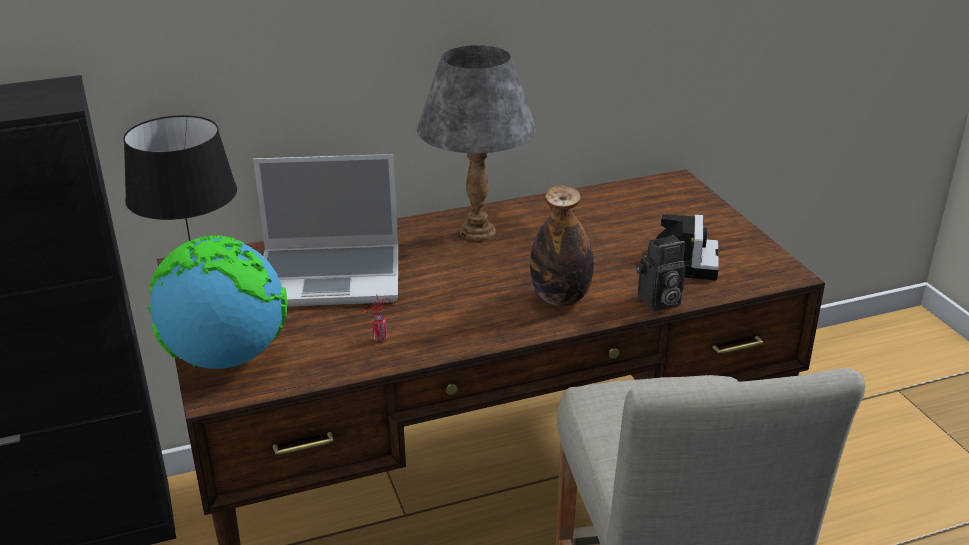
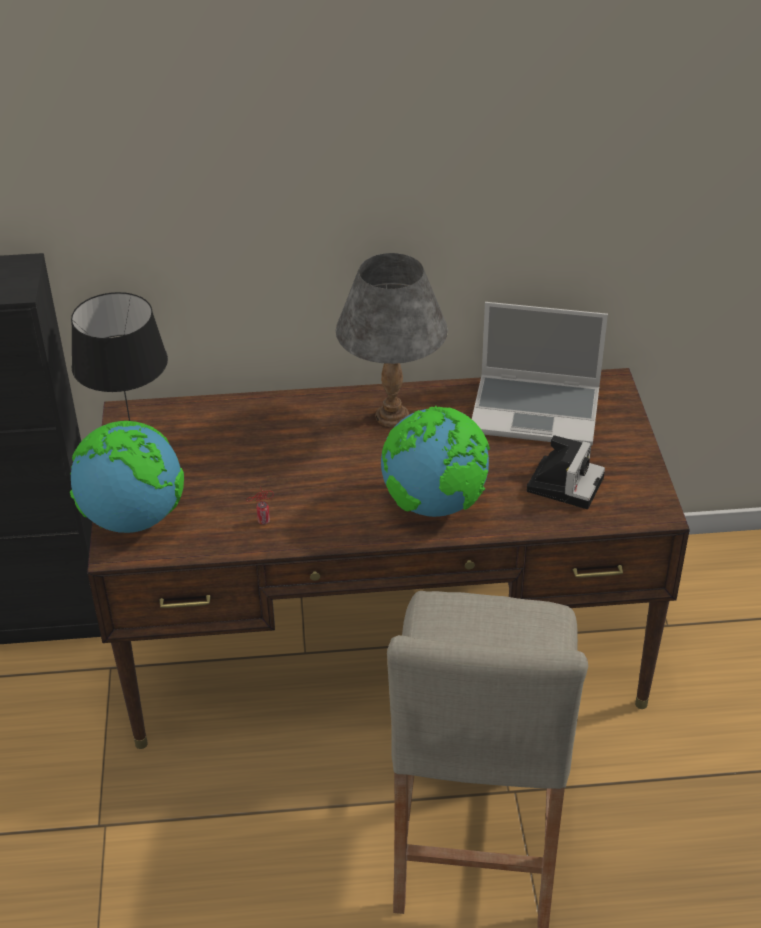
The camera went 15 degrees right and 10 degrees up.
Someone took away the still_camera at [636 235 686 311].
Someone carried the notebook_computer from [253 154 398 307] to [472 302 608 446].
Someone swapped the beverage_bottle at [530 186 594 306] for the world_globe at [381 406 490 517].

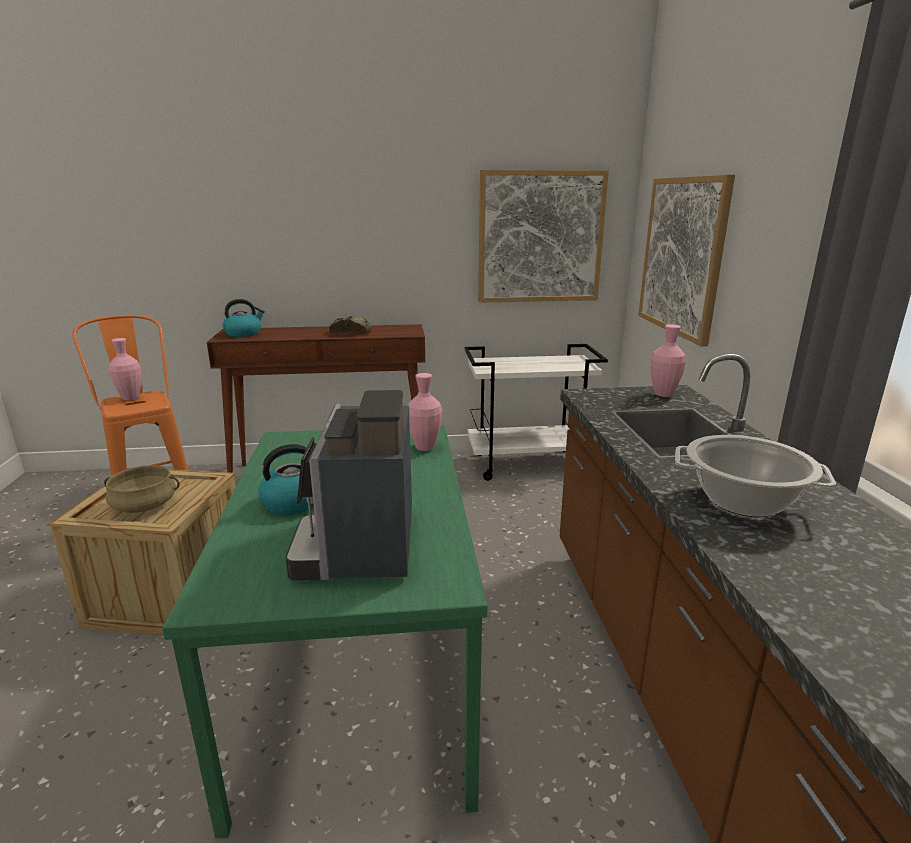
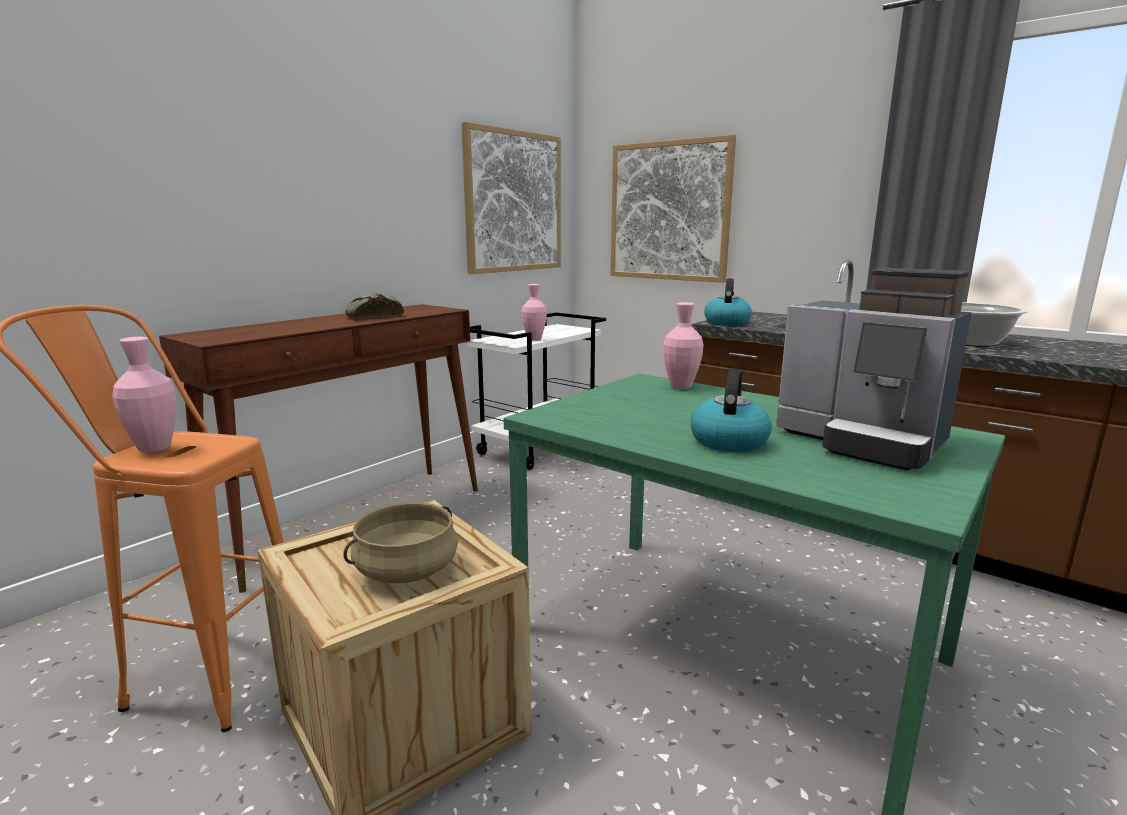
The camera went 45 degrees left and 5 degrees down.
Someone carried the water_kettle from [223 299 265 337] to [704 278 752 326].
Someone carried the pink_vase from [650 324 686 397] to [521 284 547 340].

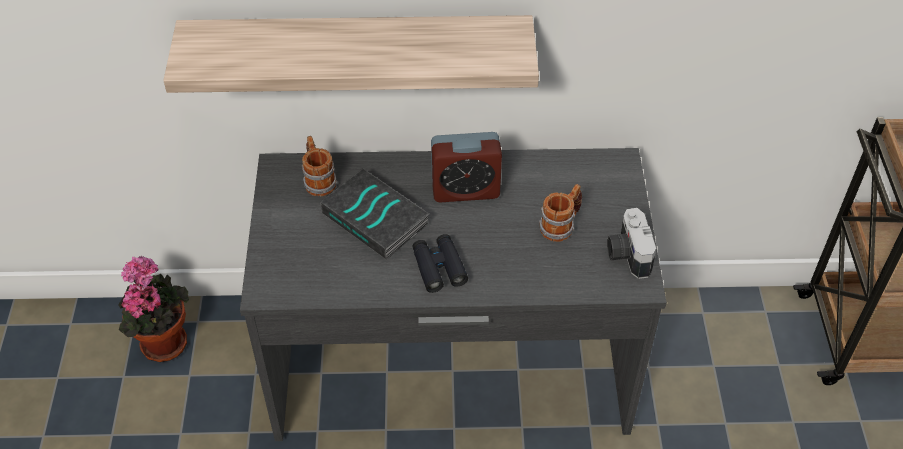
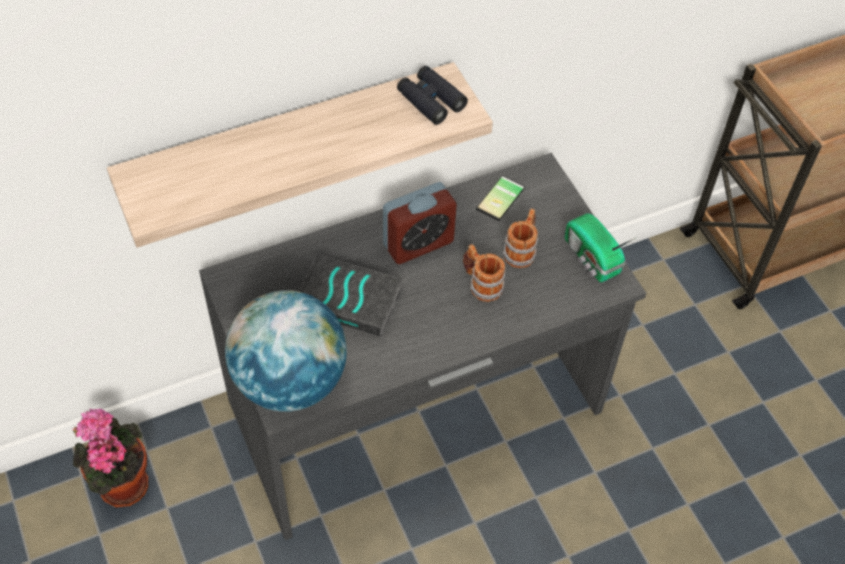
The camera went 25 degrees left and 5 degrees up.
Someone put down the world_globe at [225 290 347 412].
Someone put down the phone at [476 175 525 221].
Someone carried the coffee_mug from [302 136 337 196] to [463 244 505 302].
Someone carried the black_binoculars from [412 234 468 293] to [397 66 468 125].
Someone swapped the still_camera at [607 208 656 279] for the radio at [565 213 636 282].

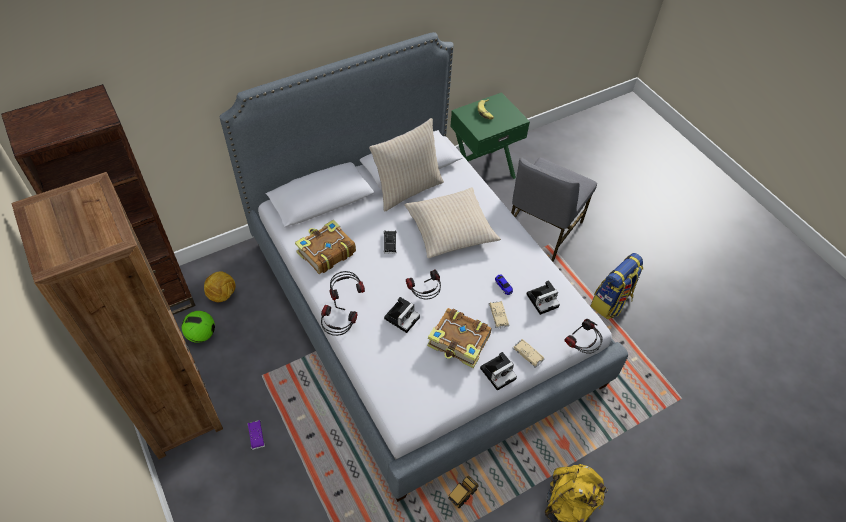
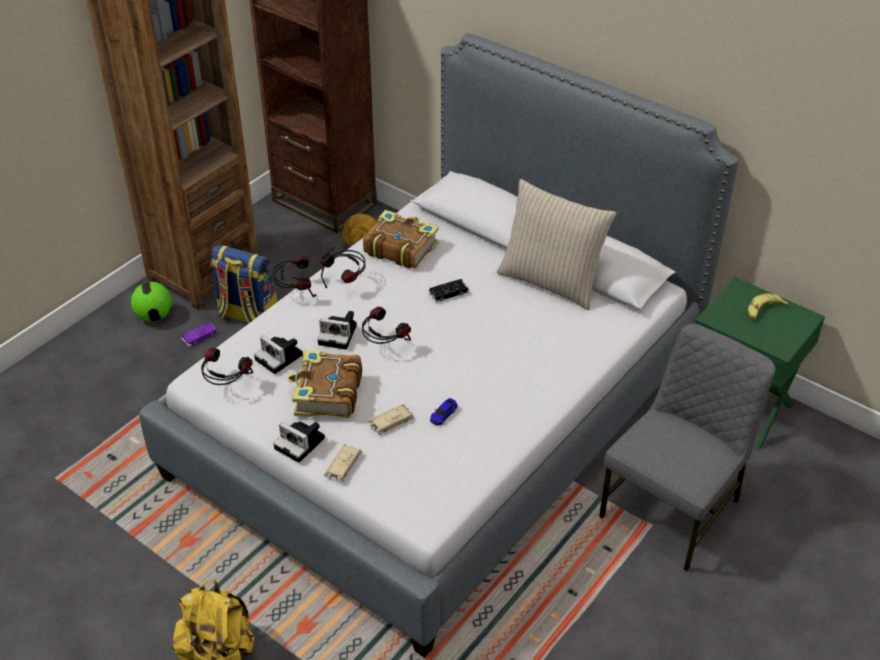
The camera went 70 degrees right and 10 degrees down.
Someone took away the sand-coloured_throw_pillow at [404 187 501 258].
Someone took away the model_truck at [448 476 479 509].
Someone carried the football from [182 311 215 343] to [131 282 172 322].
Someone carried the still_camera from [527 280 560 315] to [254 335 303 374].
Someone carried the headset from [564 319 603 353] to [201 348 253 385].
Someone carried the knapsack from [590 253 643 319] to [211 244 277 323].
Someone rotated the greyish_plain_chair at [511 158 597 261] by 120 degrees clockwise.

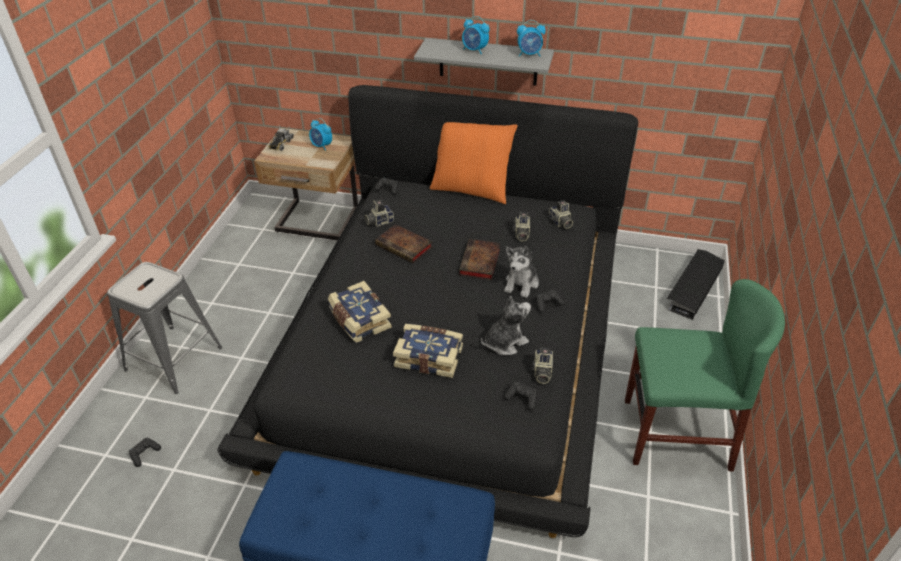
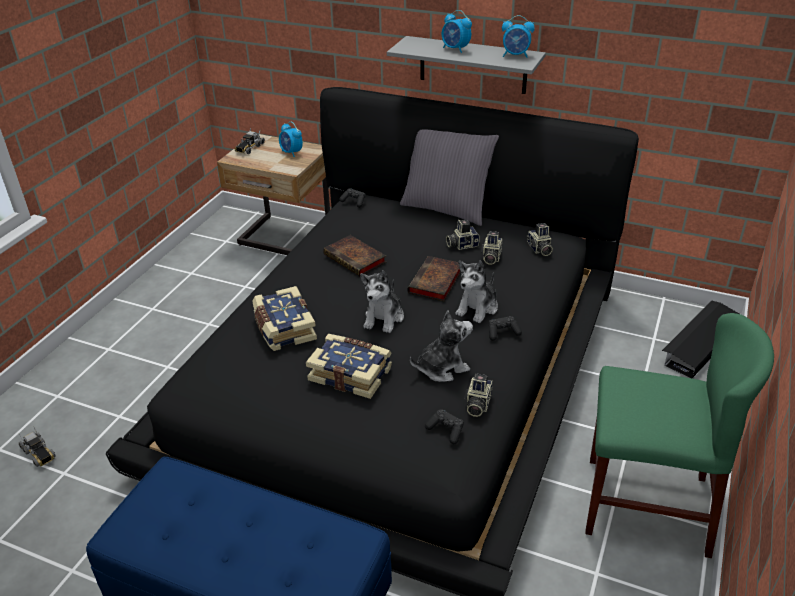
The camera went 10 degrees right and 5 degrees down.
Someone took away the greyish_stool_seat at [107 262 222 394].
Someone put down the cuddly_toy at [360 270 404 333].
Someone carried the still_camera from [365 200 394 227] to [446 220 480 250].
Someone swapped the black_gamepad at [129 438 161 467] for the model_truck at [19 426 56 467].
Someone repainted the orangey_throw_pillow at [430 122 518 204], which became the greyish_throw_pillow at [400 129 499 226].

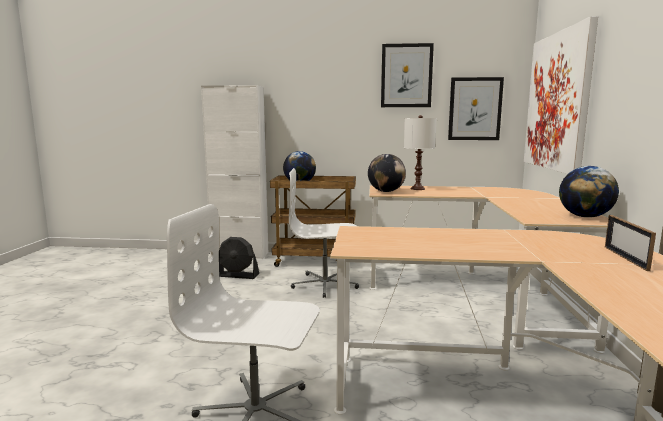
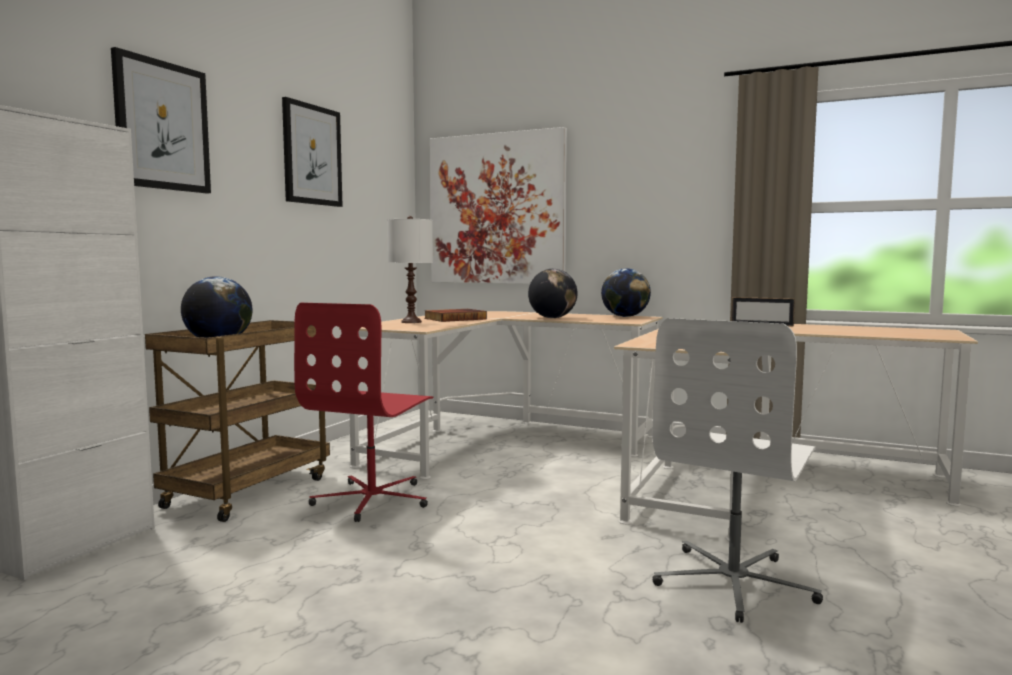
The camera went 70 degrees left and 5 degrees down.
Someone took away the black_cooling_fan at [219 237 259 279].
Someone put down the bound_book at [424 309 487 322].
Someone carried the world_globe from [368 154 406 192] to [528 269 578 318].
Someone carried the wall_picture from [448 77 504 140] to [111 47 211 193].
Someone repainted the whitish_office_chair at [289 168 359 298], which became the red-coloured_office_chair at [294 303 433 522].

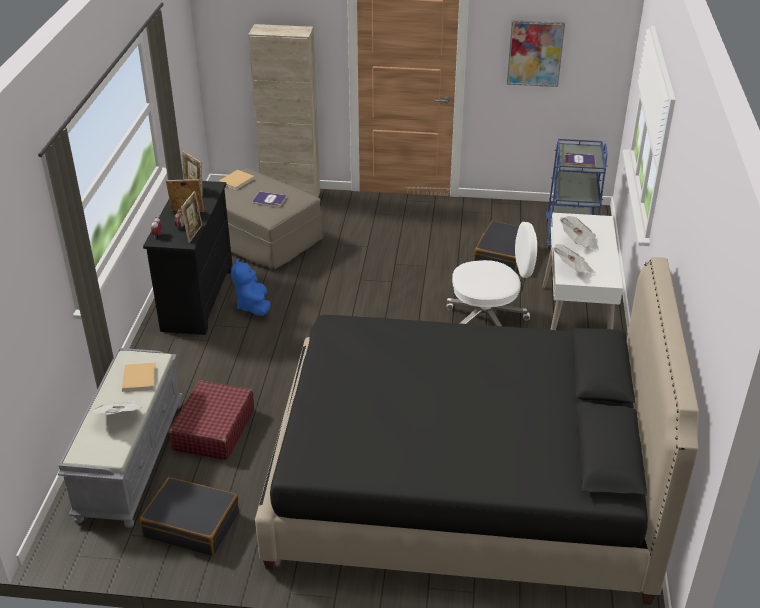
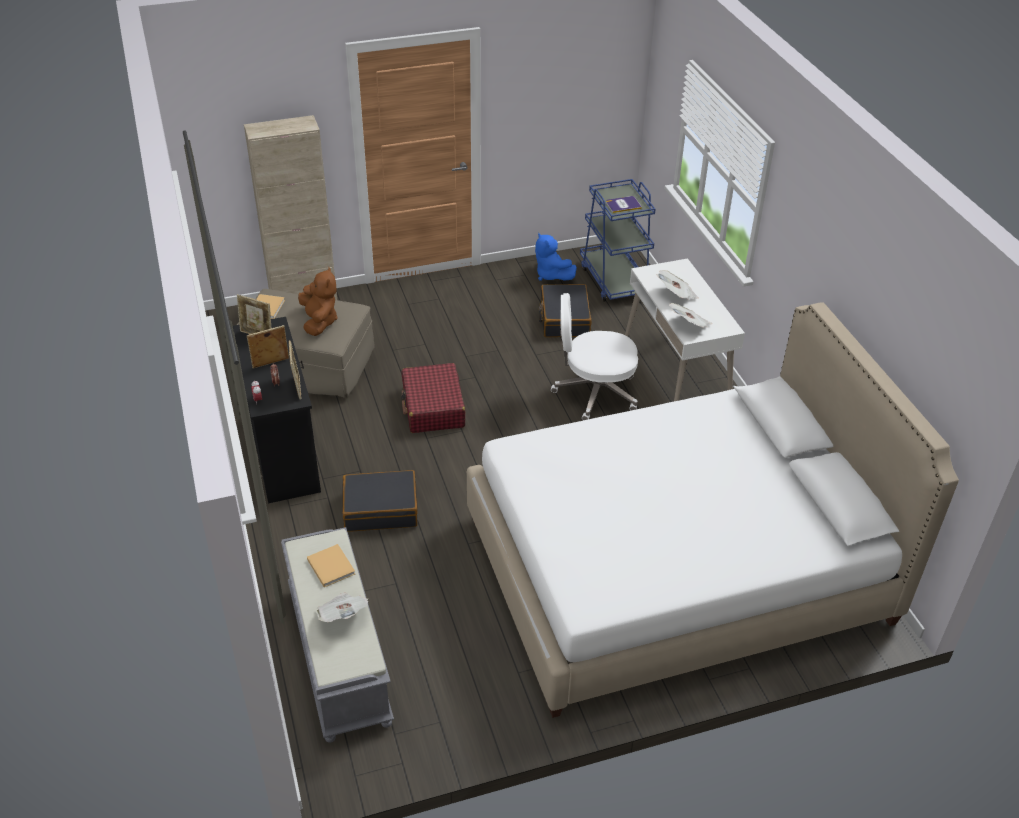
The camera went 25 degrees left and 5 degrees up.
Someone took away the wall_picture at [507 20 565 87].
Someone carried the black_travel_case from [140 477 239 556] to [342 470 418 532].
Someone carried the red-coloured_travel_case from [169 380 254 460] to [401 363 466 433].
Someone carried the bluish_cuddly_toy from [231 258 271 316] to [535 232 577 281].
Someone swapped the bound_book at [252 191 287 207] for the brownish_cuddly_toy at [298 268 338 336].
Someone repainted the black_bed at [255 257 699 605], which became the whitish_bed at [467 302 959 718].
Someone rotated the whitish_office_chair at [447 222 537 326] by 150 degrees counterclockwise.

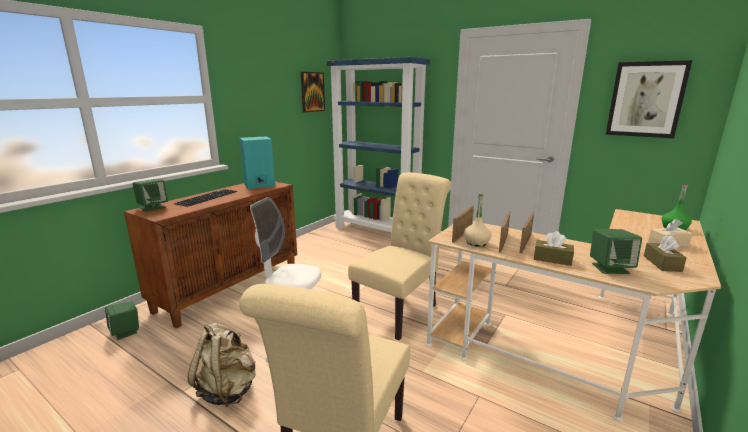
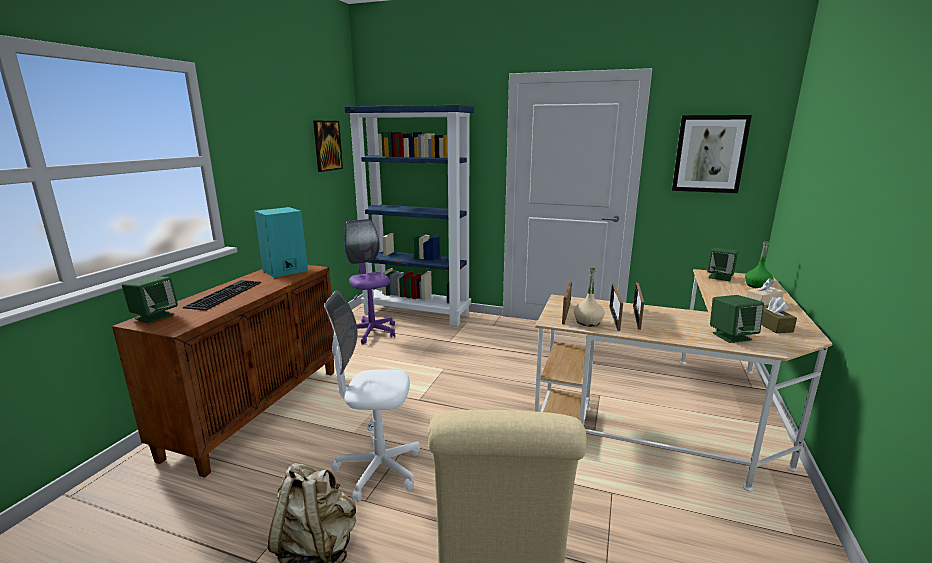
The camera went 15 degrees left and 0 degrees up.
Someone took away the sand-coloured_plain_chair at [348 173 451 340].
Someone took away the brownish_box_of_tissues at [534 231 574 266].
Someone put down the purple_office_chair at [344 219 395 344].
Someone carried the greenish_audio_speaker from [105 301 139 340] to [707 248 738 281].

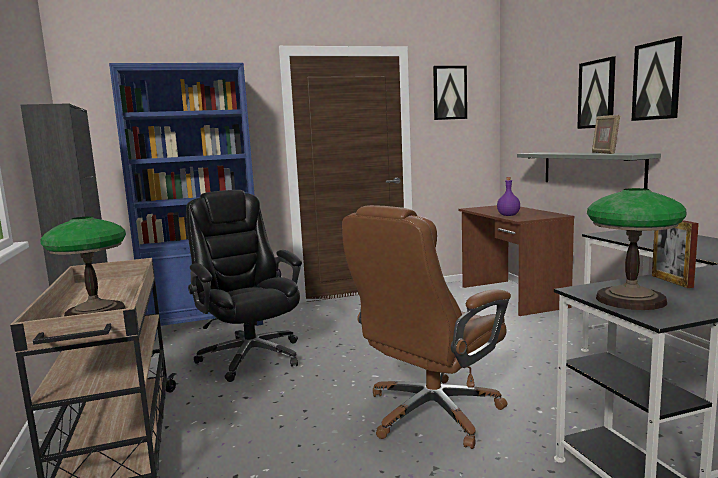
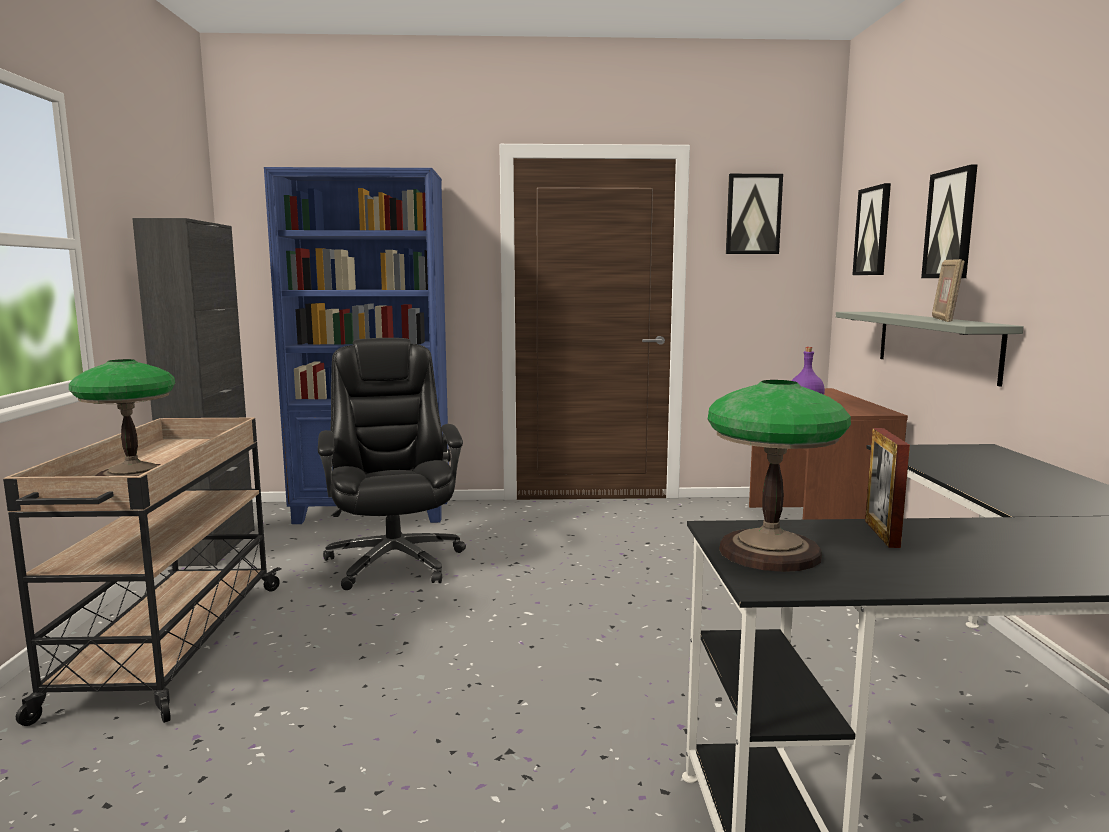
The camera went 15 degrees right and 0 degrees up.
Someone took away the brownish_office_chair at [342 205 511 449].
Someone carried the wall_picture from [632 36 682 121] to [852 183 891 275].

